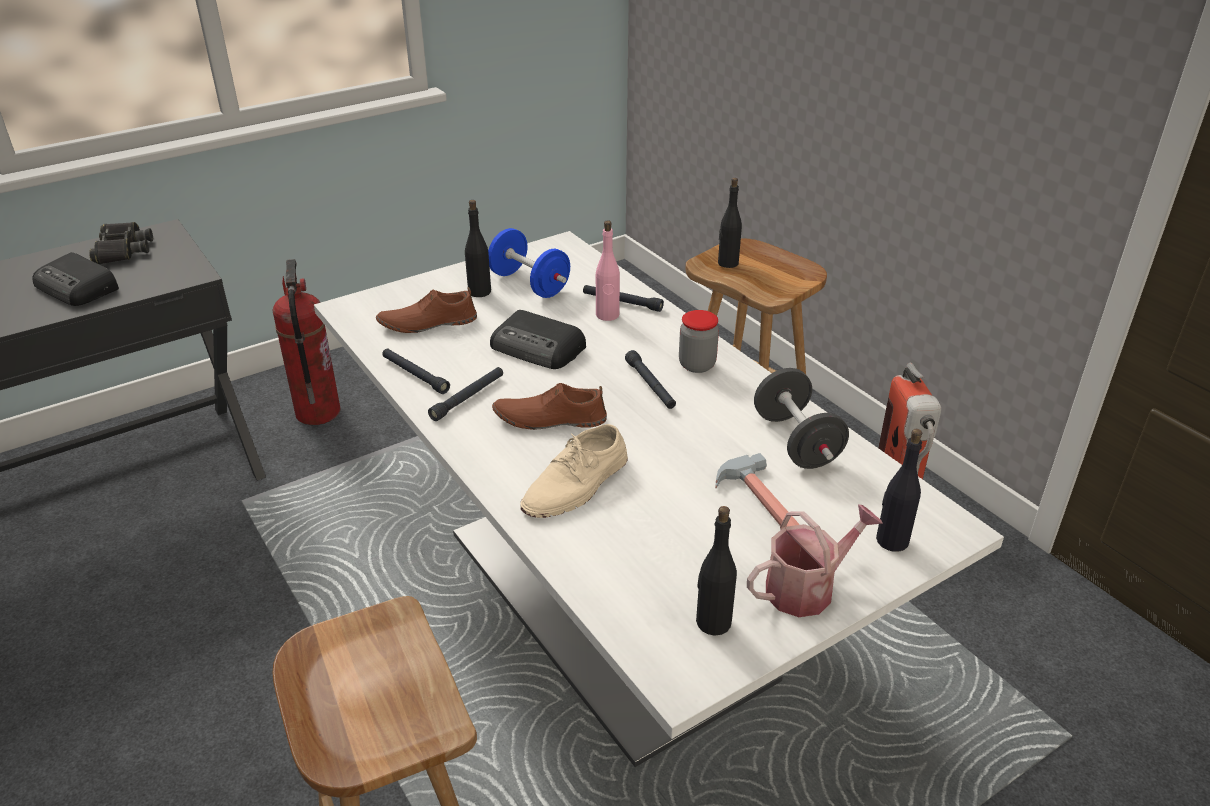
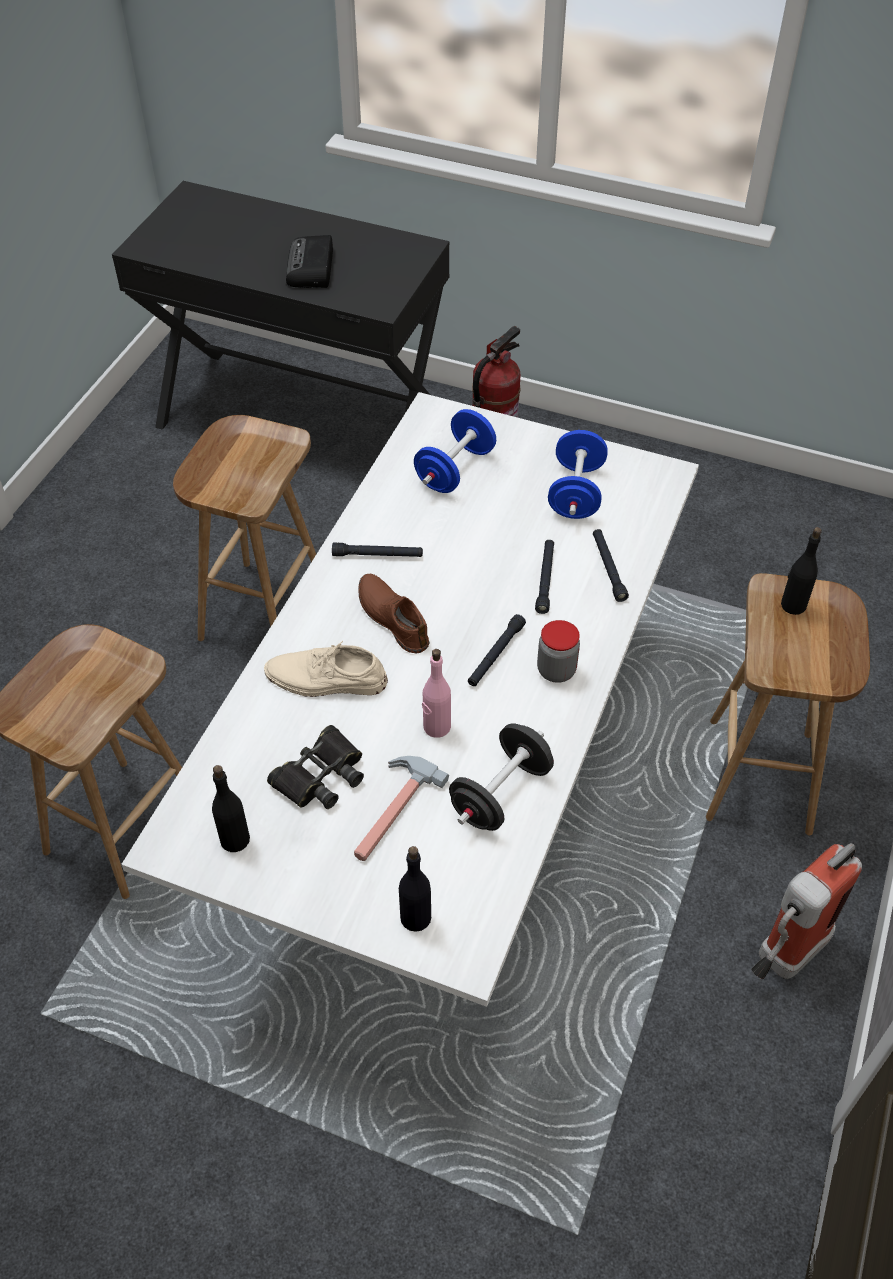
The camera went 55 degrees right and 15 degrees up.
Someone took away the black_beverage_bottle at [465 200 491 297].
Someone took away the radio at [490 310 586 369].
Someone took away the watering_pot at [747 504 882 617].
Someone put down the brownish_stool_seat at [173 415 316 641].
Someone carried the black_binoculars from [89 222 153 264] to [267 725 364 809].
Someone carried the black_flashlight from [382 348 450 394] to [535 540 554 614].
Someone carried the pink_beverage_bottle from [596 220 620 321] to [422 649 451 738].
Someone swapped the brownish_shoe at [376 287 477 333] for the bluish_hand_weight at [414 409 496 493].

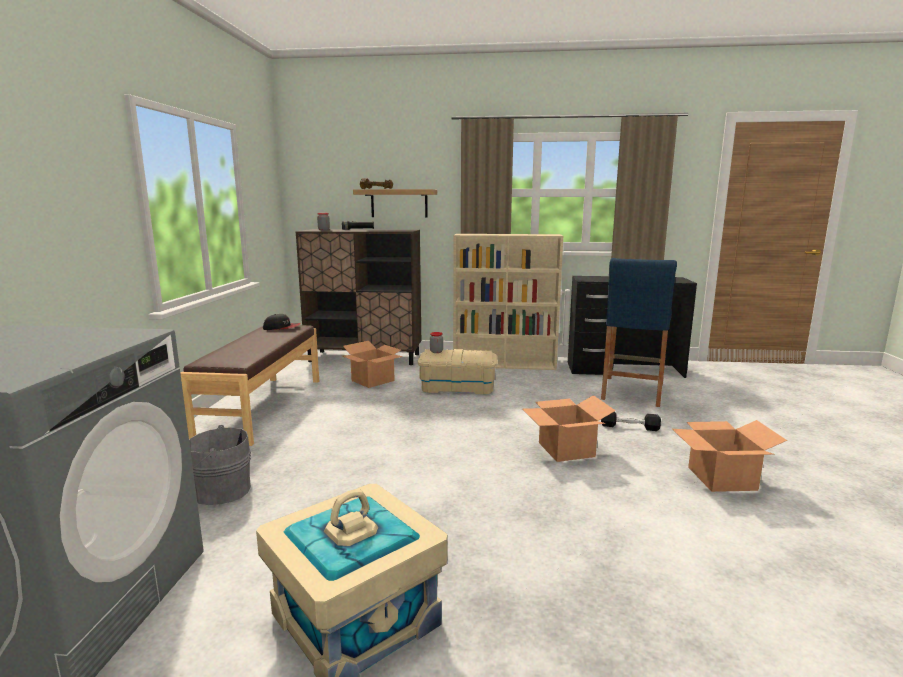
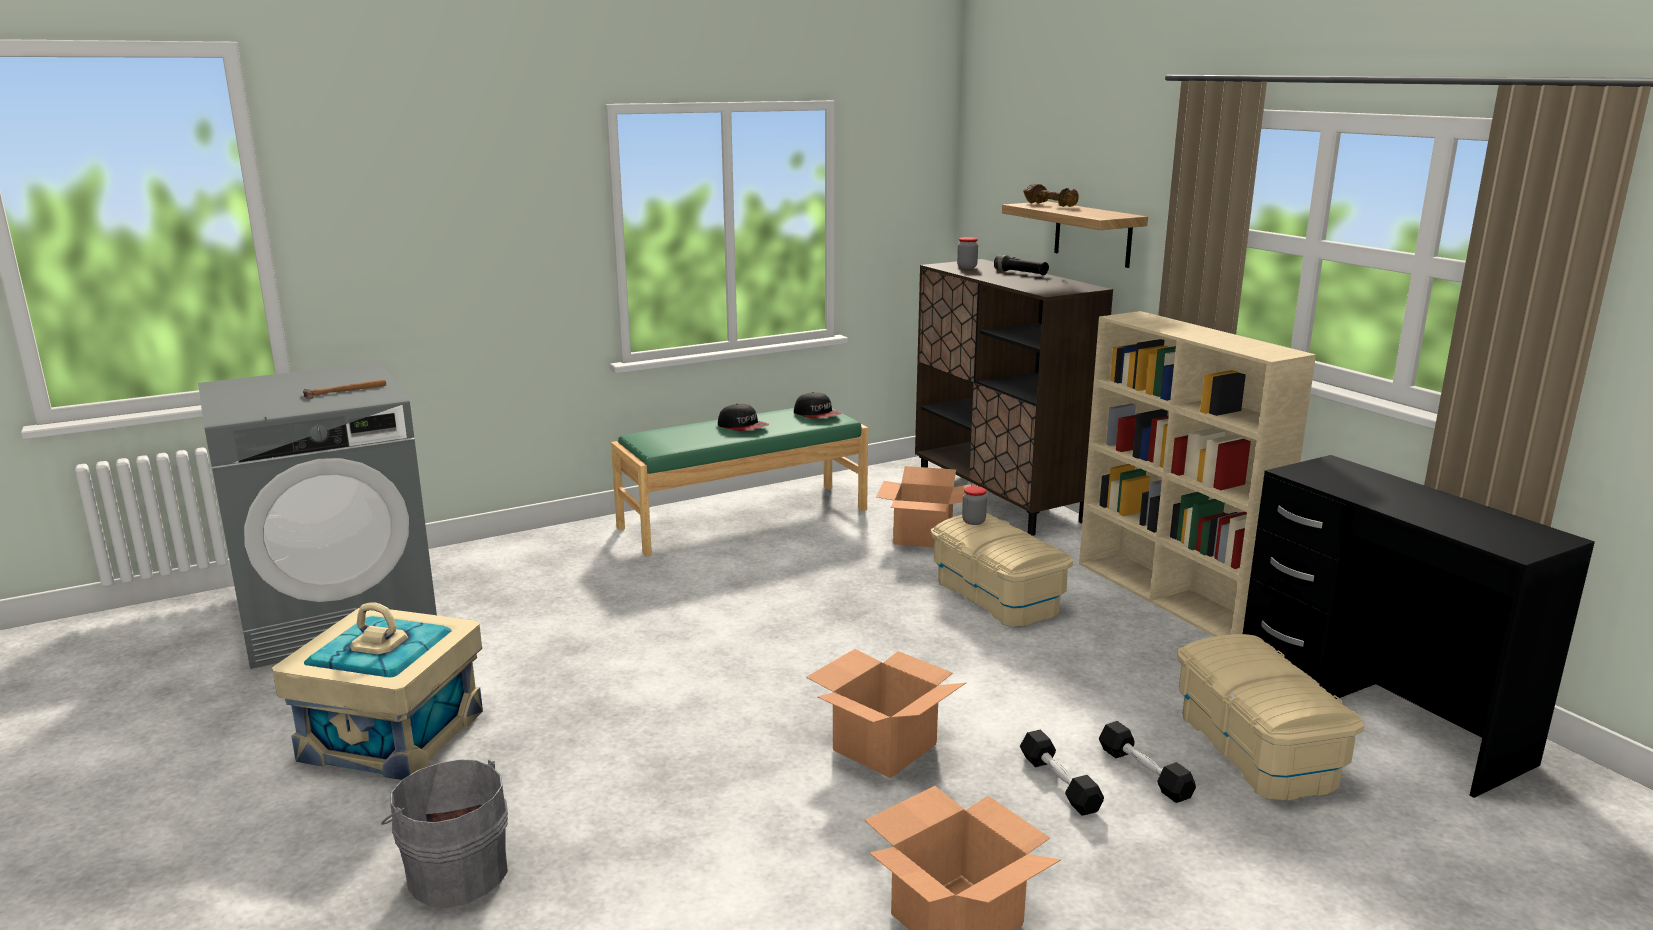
The camera went 55 degrees right and 5 degrees up.
Someone put down the hand_hammer at [303 379 386 399].
Someone put down the baseball_cap at [718 403 769 431].
Someone put down the black_hand_weight at [1099 721 1196 803].
Someone carried the greyish_water_bucket from [189 425 251 505] to [381 759 508 908].
Someone swapped the bluish_stool_seat at [601 258 677 407] for the sand-coloured_storage_container at [1177 634 1364 800].
Someone repainted the brownish_indoor_bench at [180 325 319 446], which became the greenish_indoor_bench at [611 408 868 557].

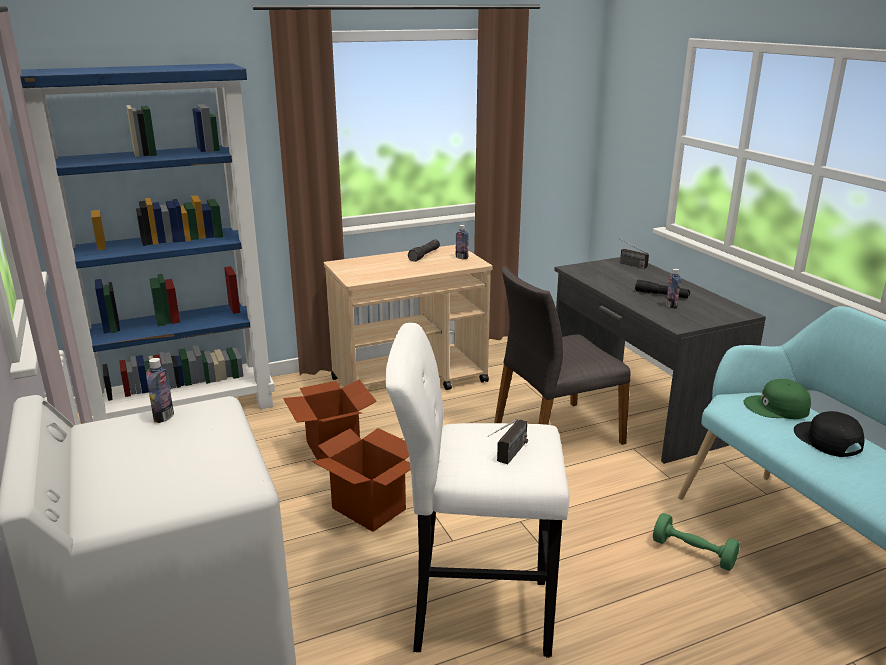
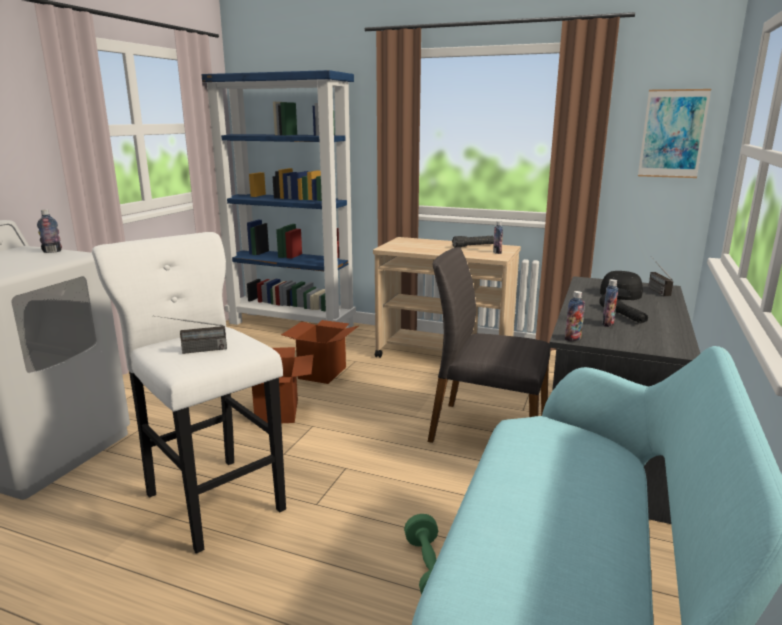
The camera went 45 degrees right and 5 degrees down.
Someone took away the greenish_baseball_cap at [744 379 811 419].
Someone put down the beverage_bottle at [565 291 585 341].
Someone put up the wall_picture at [638 89 711 178].
Someone carried the black_baseball_cap from [794 411 864 457] to [600 271 643 300].

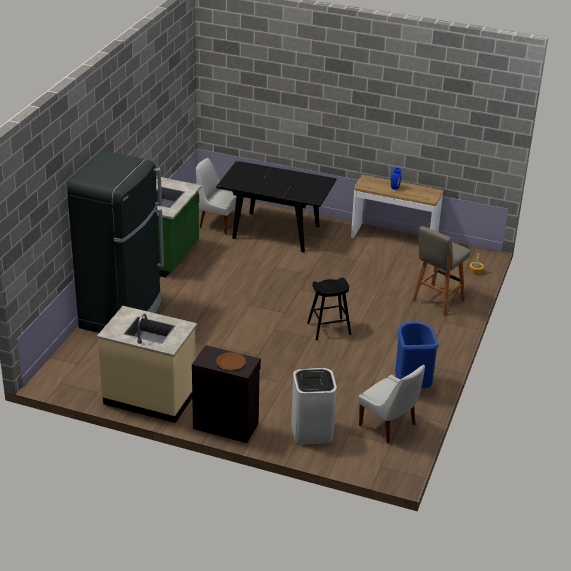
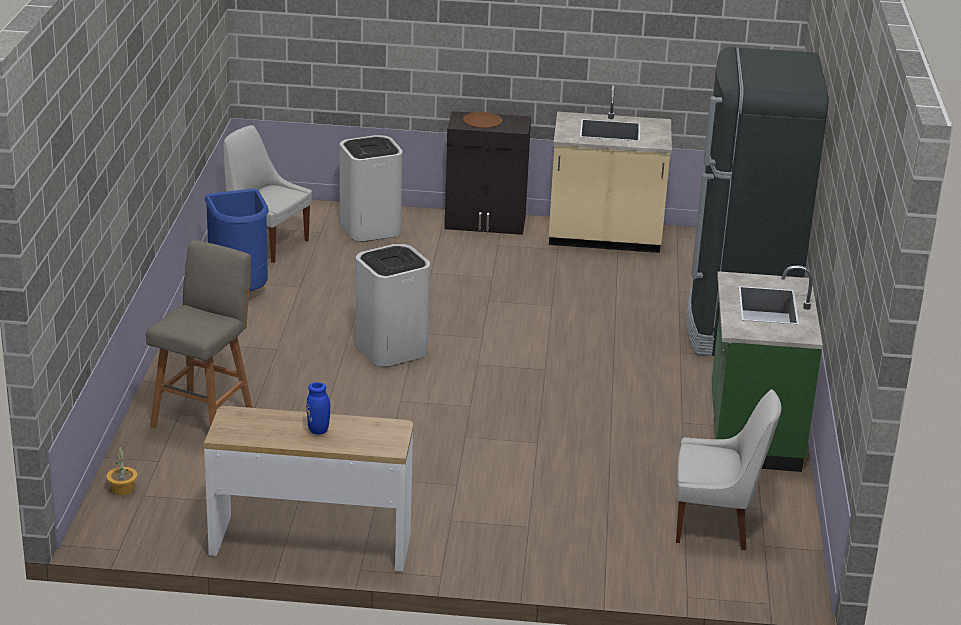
The camera went 165 degrees right and 5 degrees down.
Someone took away the black_kitchen_table at [216 161 336 252].
Someone swapped the black_stool_seat at [307 278 351 340] for the whitish_trash_can at [355 244 430 367].

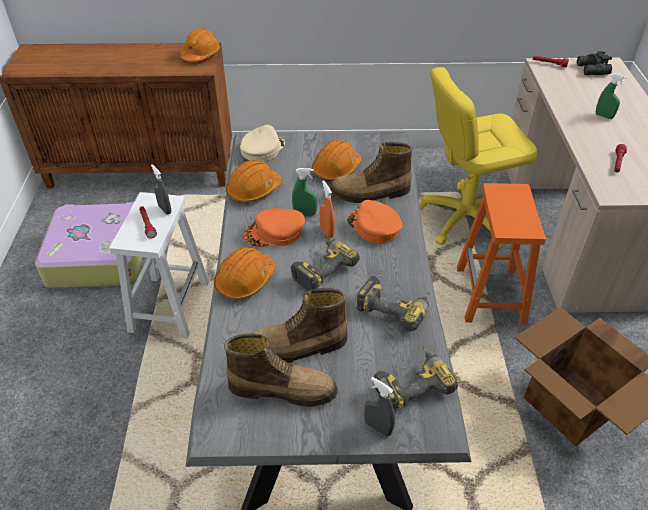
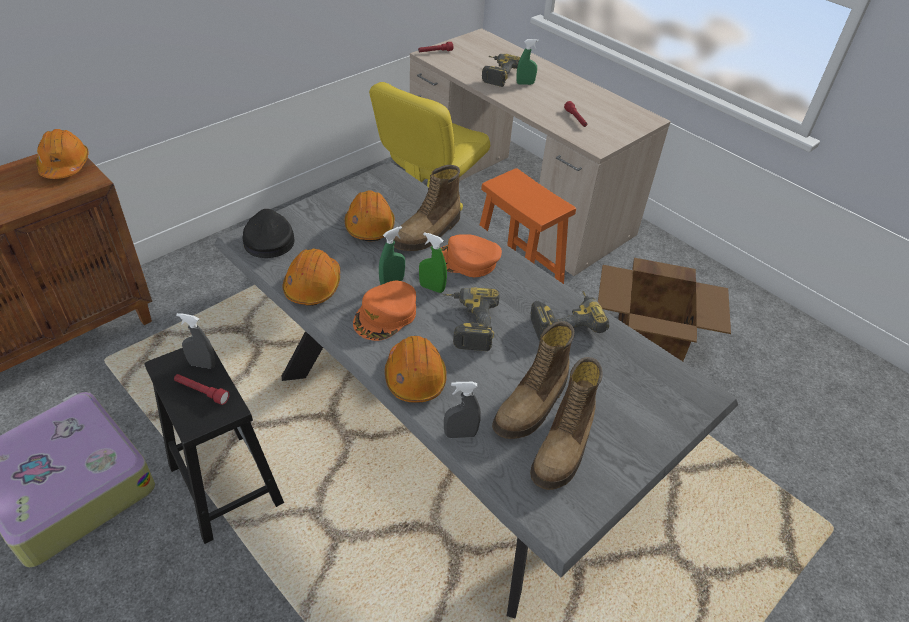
The camera went 45 degrees left and 0 degrees up.
Someone took away the black_binoculars at [577 51 612 75].
Someone carried the greyish_sprayer from [364 377 395 437] to [444 382 481 438].
Someone carried the drill from [374 346 458 412] to [482 54 520 87].
Someone repainted the whitish_stool_seat at [109 192 209 339], which became the black_stool_seat at [145 347 284 544].
Someone repainted the sand-coloured_baseball_cap at [240 125 285 162], which became the black_baseball_cap at [243 209 294 258].
Someone repainted the orangey_sprayer at [320 180 335 238], which became the greenish_sprayer at [419 232 447 293].
Someone rotated the tall_boot at [224 333 338 407] by 150 degrees clockwise.

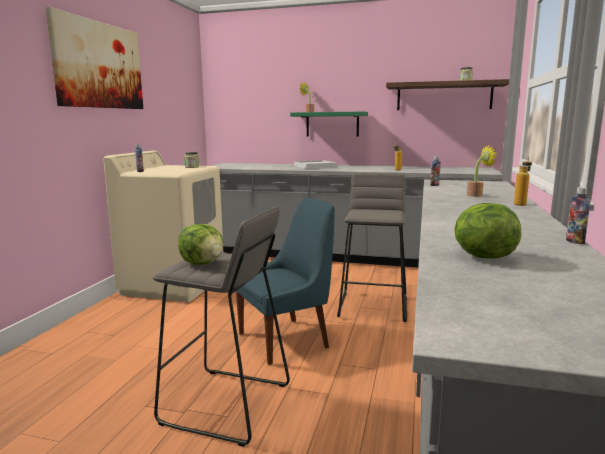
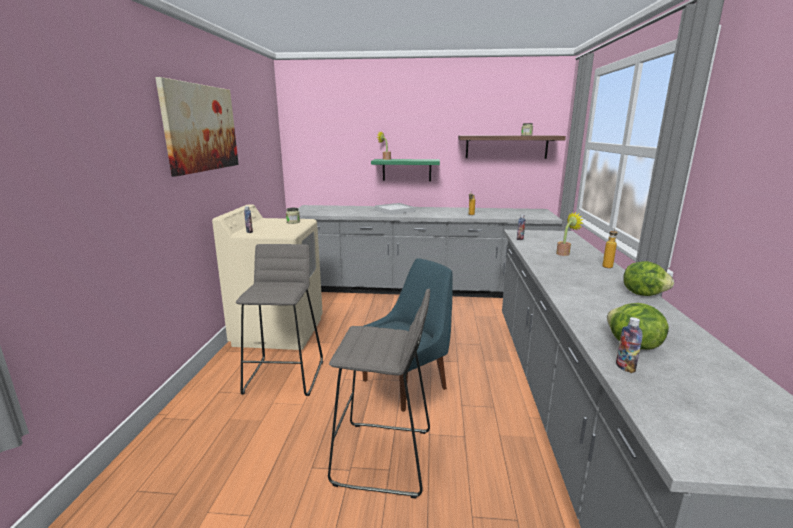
The camera went 10 degrees left and 5 degrees up.
Someone carried the lettuce from [178 224 224 265] to [623 261 674 296].
Someone carried the greyish_stool_seat from [337 173 407 322] to [236 244 323 396].
Someone carried the beverage_bottle from [566 187 590 244] to [616 317 643 373].

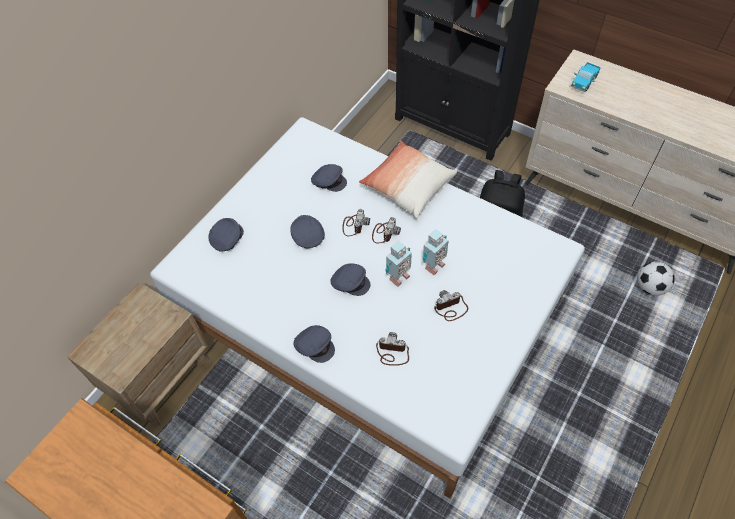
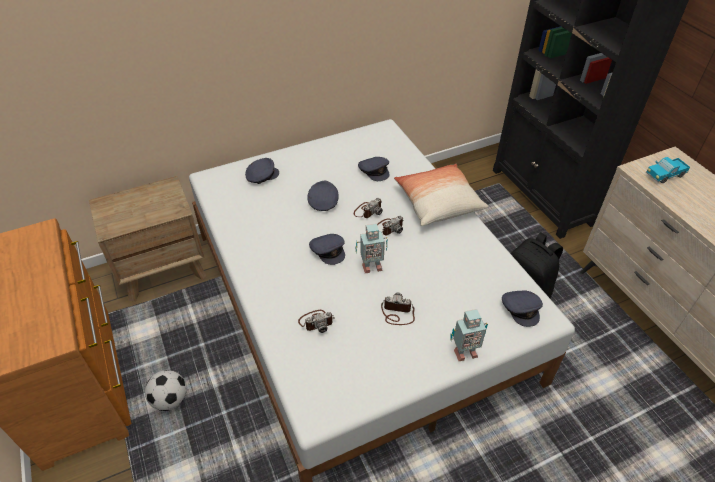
The camera went 30 degrees right and 10 degrees down.
Someone carried the greyish_baseball_cap from [293 325 335 363] to [502 291 543 327].
Someone carried the model_robot from [423 229 448 275] to [450 309 488 361].
Someone carried the football from [637 261 675 296] to [145 370 187 411].
Someone rotated the still_camera at [376 332 409 366] by 120 degrees clockwise.

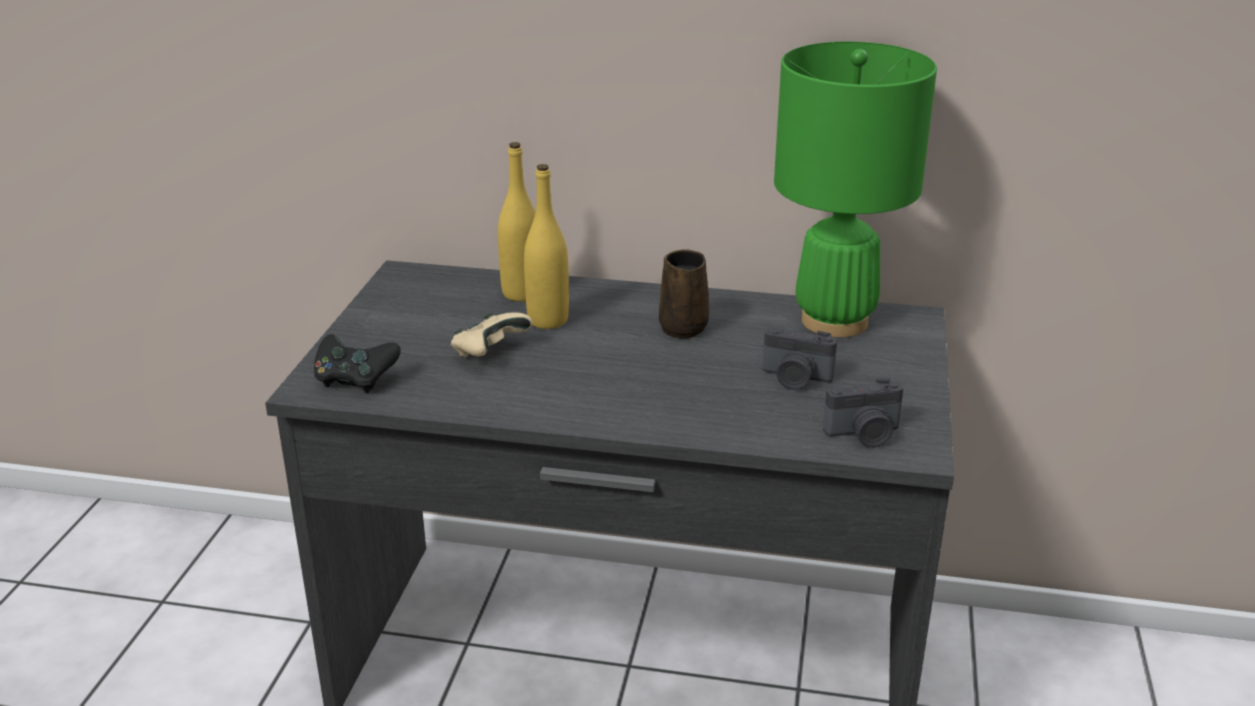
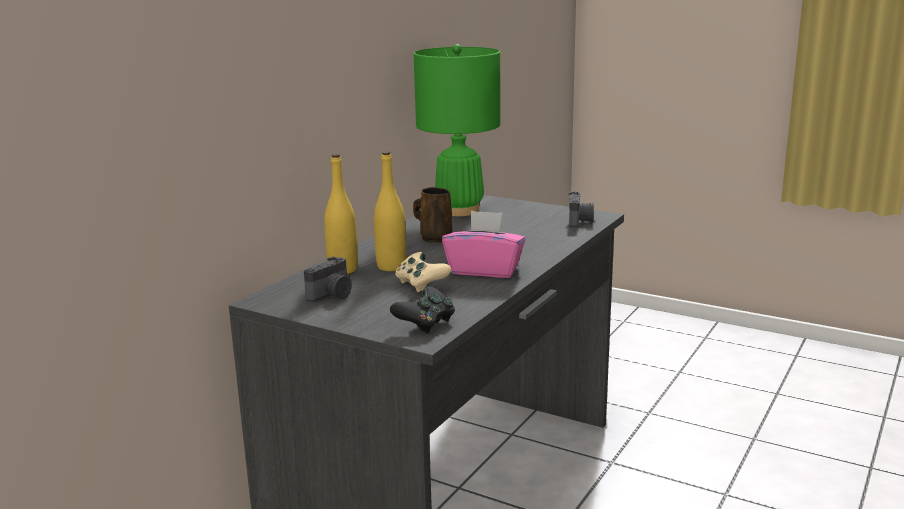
The camera went 70 degrees left and 10 degrees down.
Someone put down the pink_box_of_tissues at [442 210 526 278].
Someone carried the still_camera from [763 328 837 390] to [304 256 352 302].

